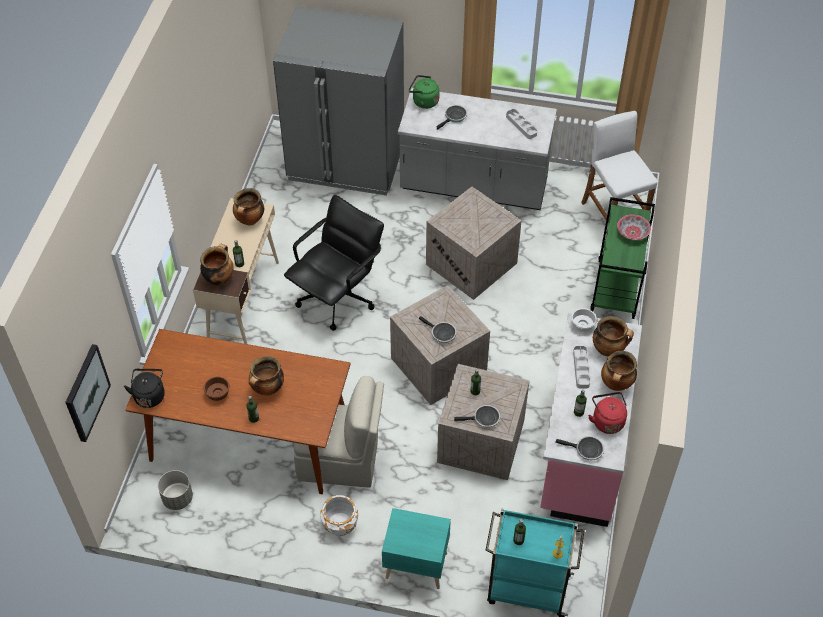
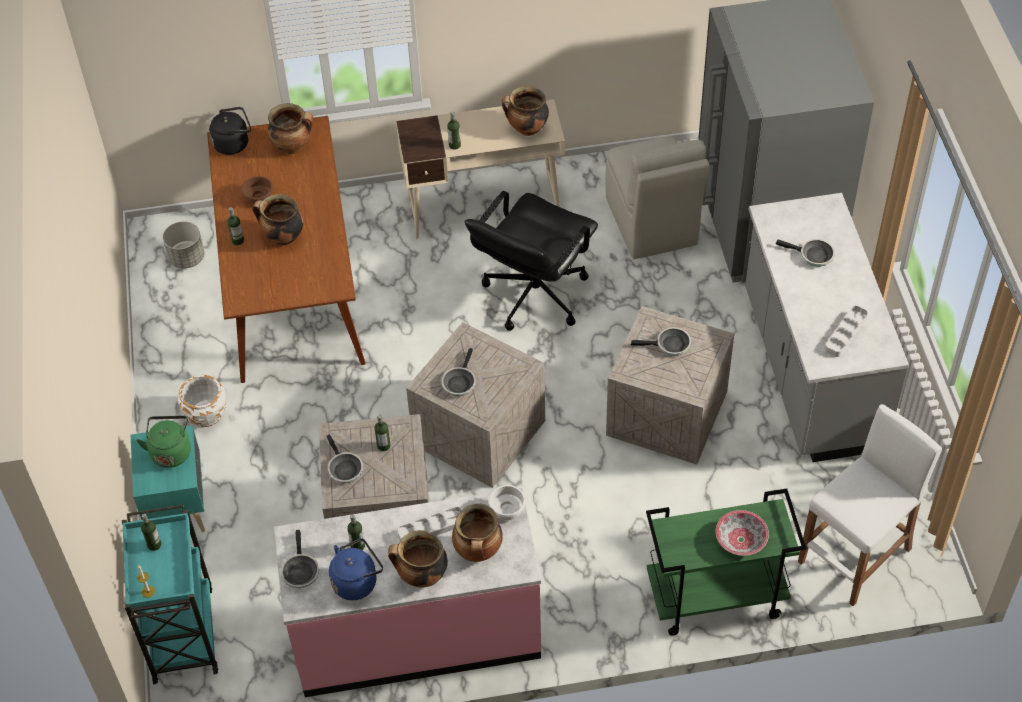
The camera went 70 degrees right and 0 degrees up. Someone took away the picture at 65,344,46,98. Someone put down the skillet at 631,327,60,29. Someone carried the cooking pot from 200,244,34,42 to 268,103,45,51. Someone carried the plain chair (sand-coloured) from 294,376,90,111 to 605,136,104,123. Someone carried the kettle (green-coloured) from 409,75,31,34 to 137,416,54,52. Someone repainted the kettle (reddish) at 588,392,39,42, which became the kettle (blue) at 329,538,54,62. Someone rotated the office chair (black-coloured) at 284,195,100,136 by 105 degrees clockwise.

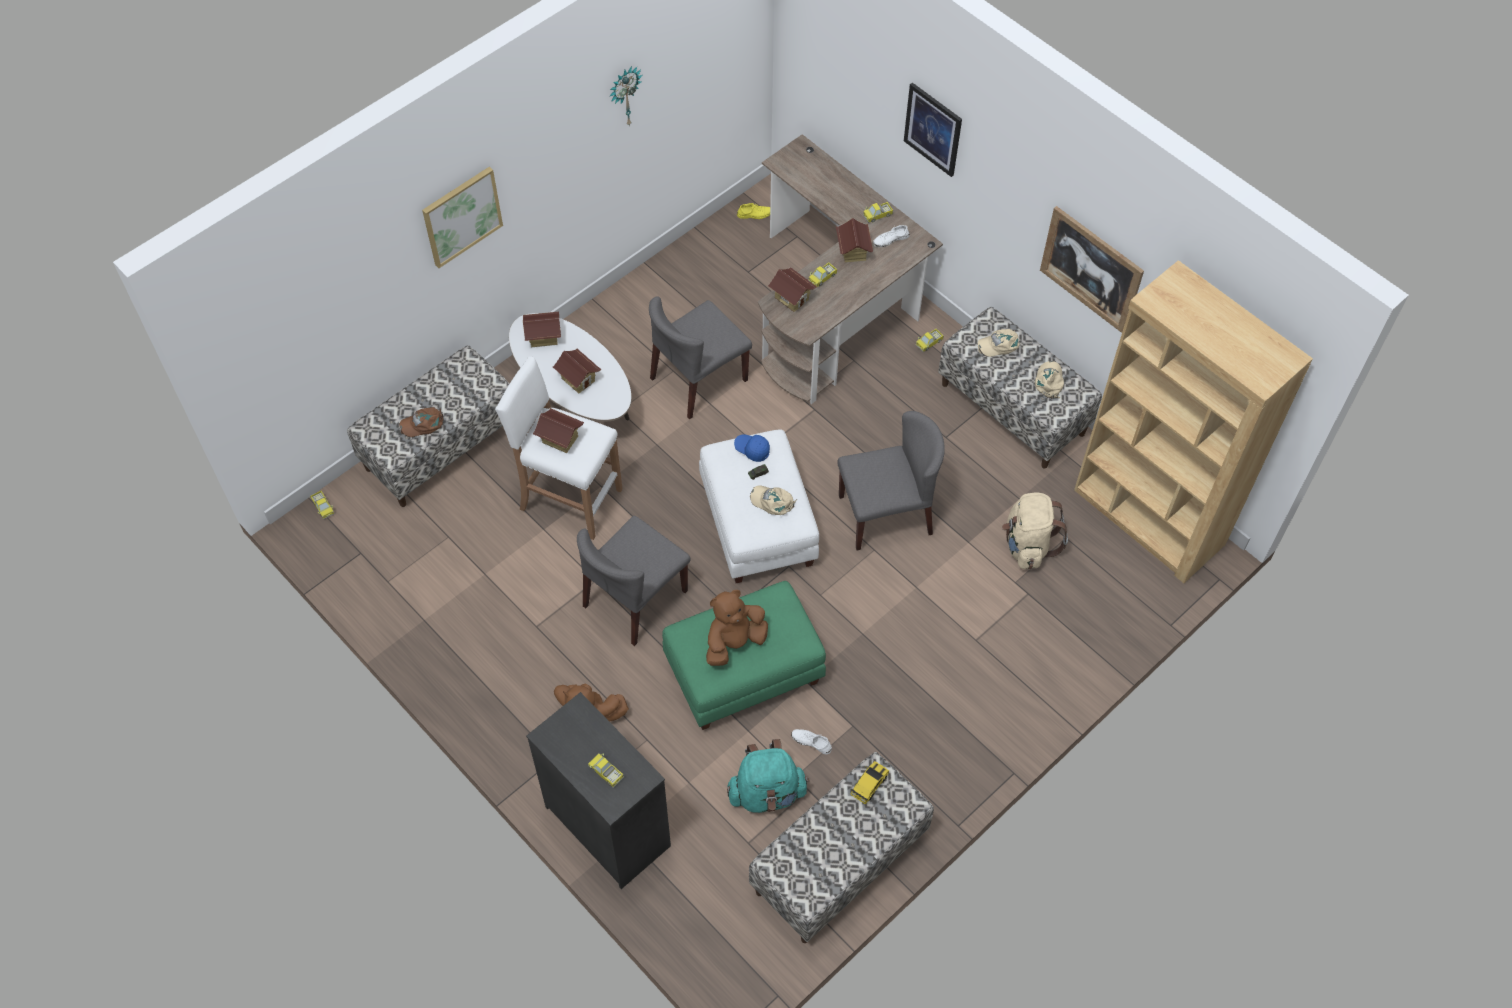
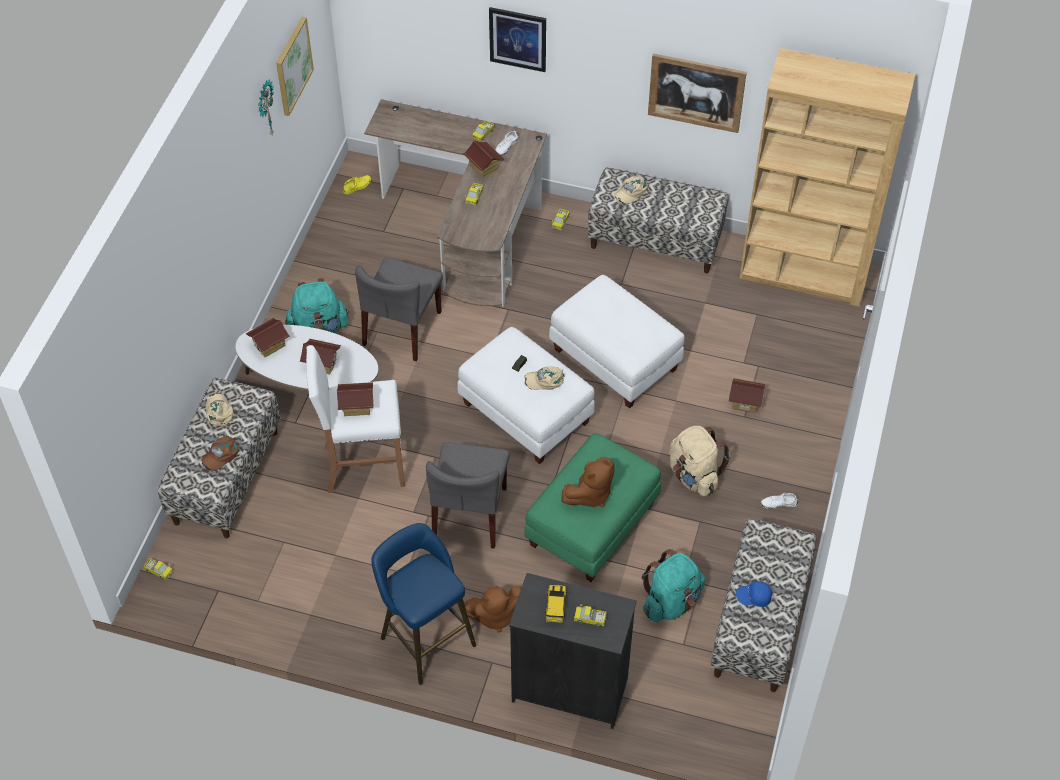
The camera went 30 degrees left and 5 degrees down. Someone put down the backpack (turquoise-coloured) at 285,278,65,55. Someone put down the stool (blue) at 371,523,105,162. Someone carried the picture from 422,167,81,101 to 276,17,38,99. Someone carried the baseball cap (blue) from 734,435,36,27 to 736,581,36,26. Someone carried the miniature house from 768,267,49,45 to 729,378,36,35. Someone carried the low shoe (whitish) from 791,729,41,26 to 761,493,37,16. Someone carried the model car from 851,761,38,44 to 546,585,22,38. Someone carried the backpack (sand-coloured) from 1002,492,66,77 to 669,426,61,70. Someone carried the baseball cap (sand-coloured) from 1035,361,29,38 to 205,393,30,34. Someone swapped the plain chair (grey) at 837,411,108,139 for the pouffe (whitish) at 549,275,136,133. Someone rotated the cuddly toy (brown-coloured) at 706,590,62,76 by 150 degrees counterclockwise.

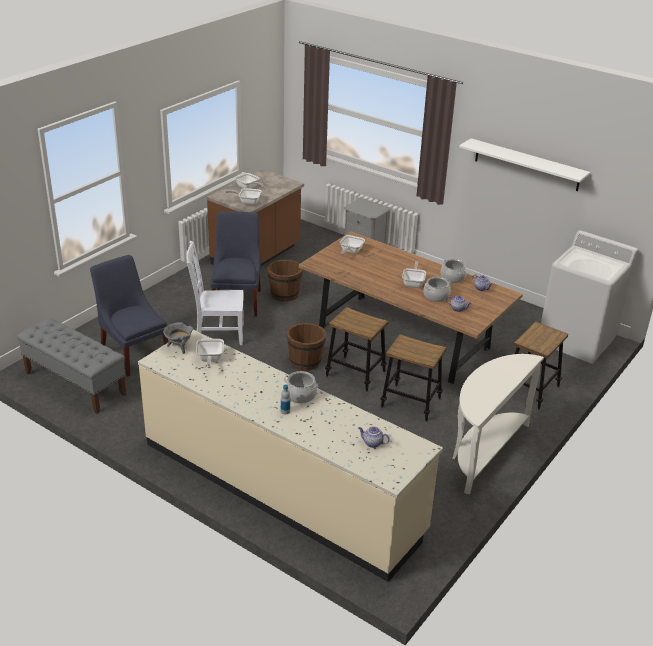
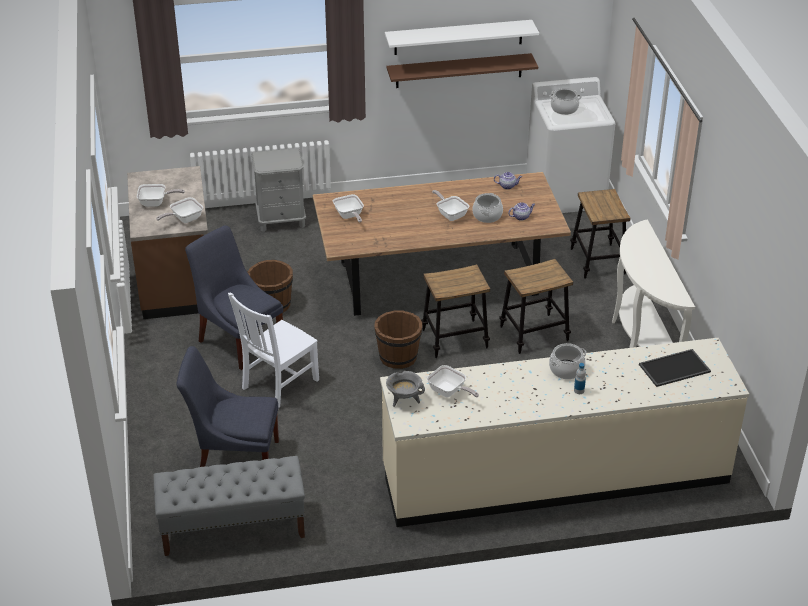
The camera went 45 degrees left and 5 degrees up. Someone put up the shelf (brown-coloured) at 386,53,152,35. Someone carried the cooking pot from 441,259,26,24 to 550,88,31,27. Someone swapped the pot for tea at 358,427,32,21 for the carrying tray at 639,349,72,38.

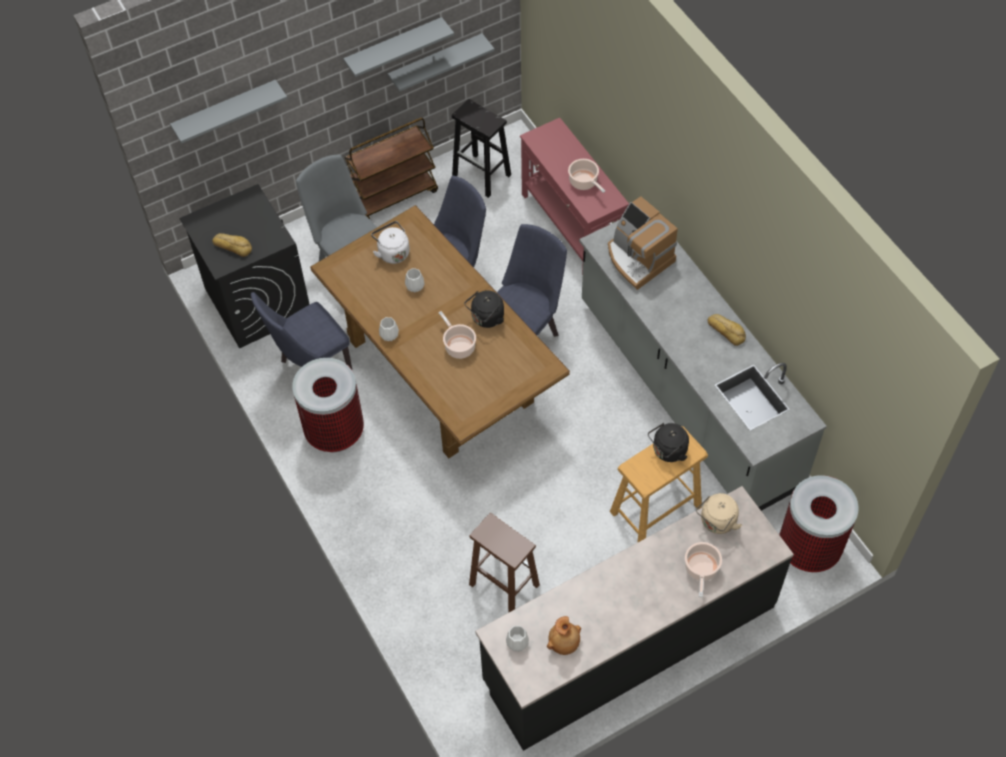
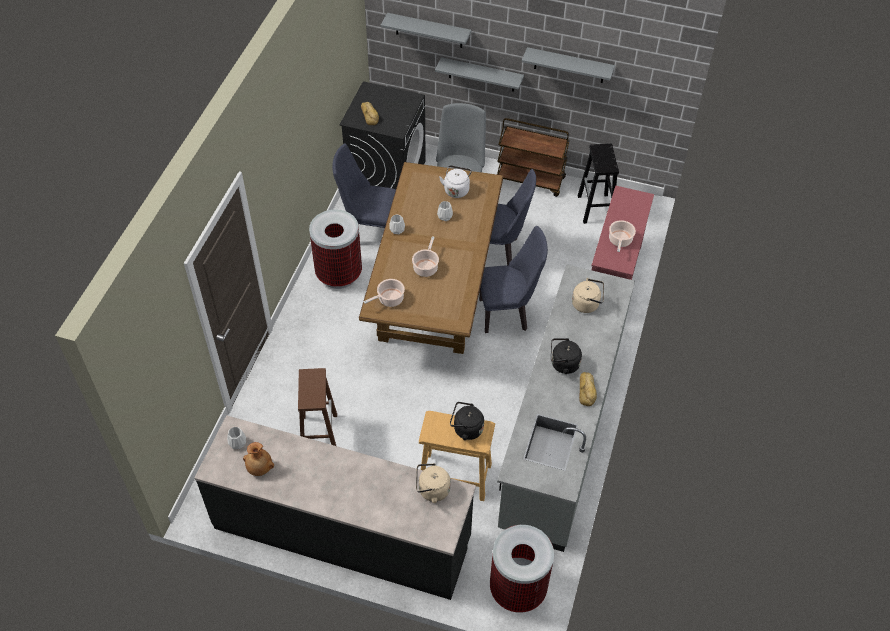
The camera went 45 degrees right and 5 degrees down. Someone carried the shelf (grey) from 388,33,107,58 to 435,57,89,35. Someone carried the kettle (black-coloured) from 464,290,40,38 to 551,338,31,36. Someone carried the cooking pot from 685,542,37,55 to 364,279,41,28. Someone swapped the coffee brewer at 608,196,70,94 for the kettle (sand-coloured) at 572,278,32,35.

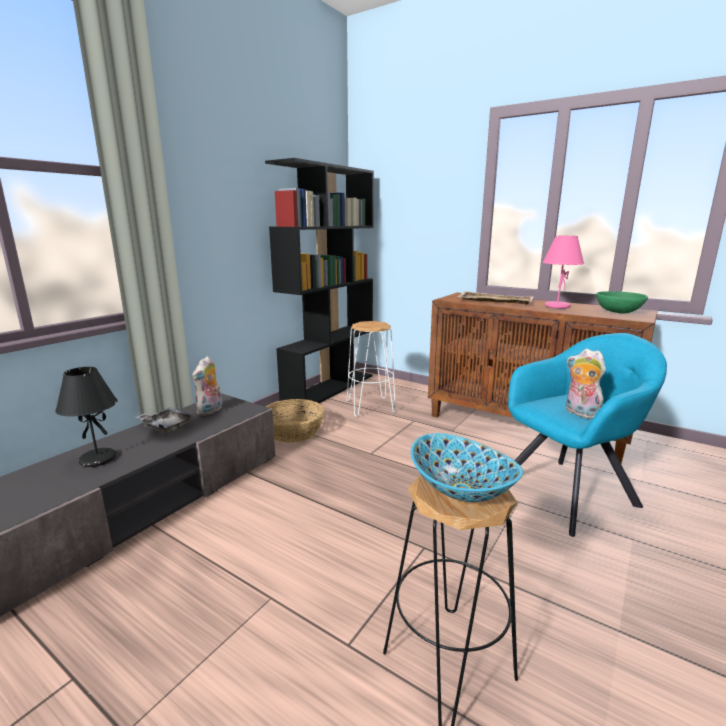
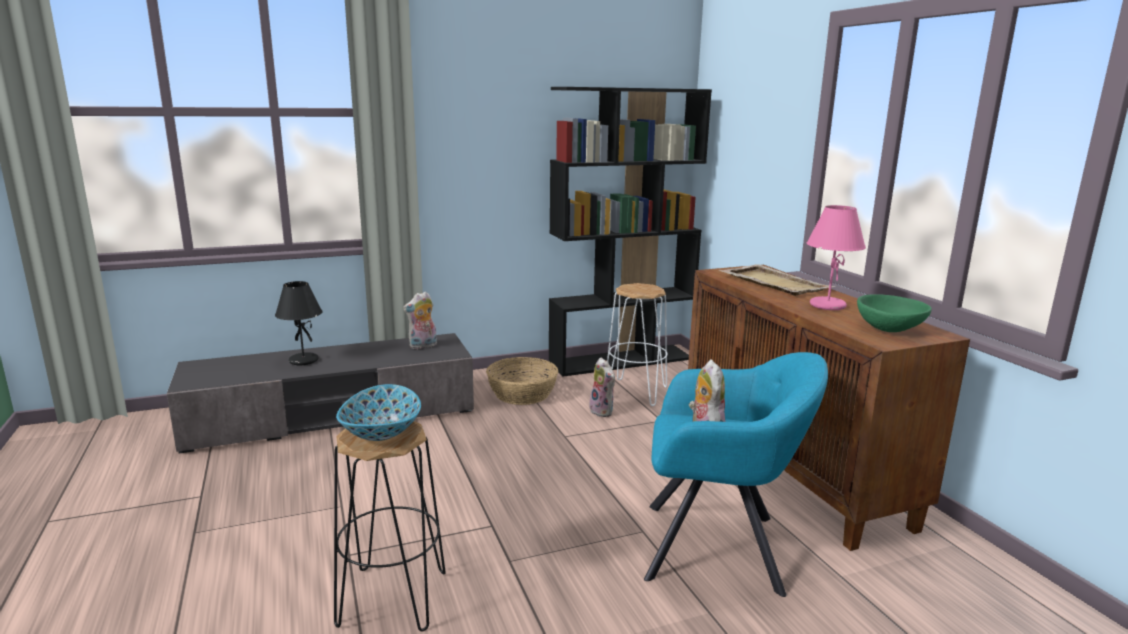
The camera went 35 degrees right and 0 degrees up. Someone took away the carrying tray (grey) at 136,407,59,26. Someone put down the cuddly toy at 587,357,28,60.

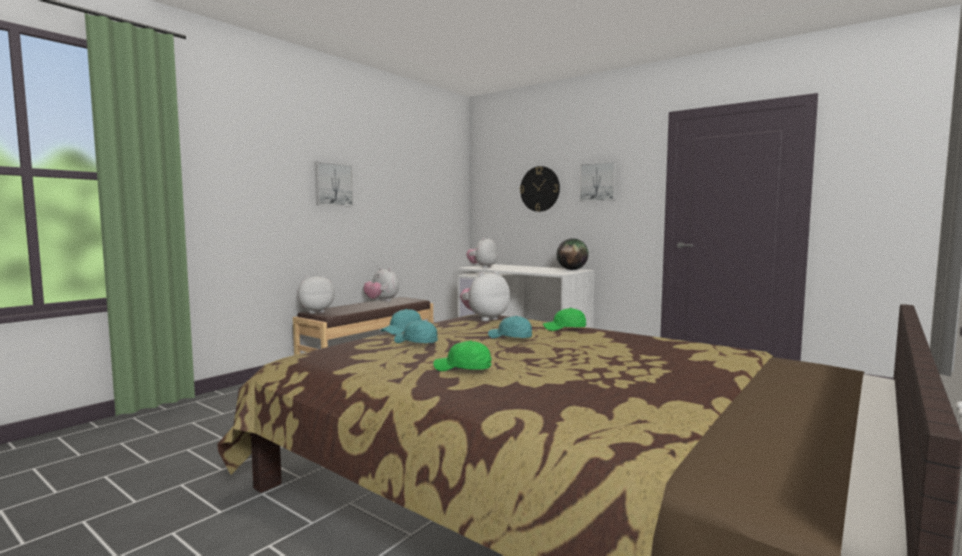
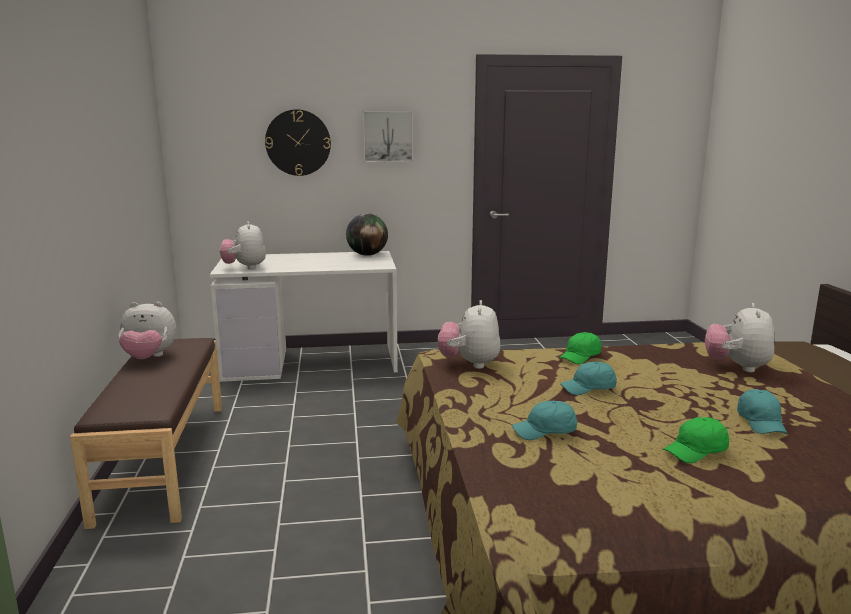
The camera went 45 degrees left and 10 degrees up. Someone took away the picture at 315,161,39,45. Someone carried the cuddly toy from 297,275,38,39 to 705,303,70,70. Someone carried the baseball cap (turquoise-coloured) from 381,309,40,26 to 737,389,50,45.

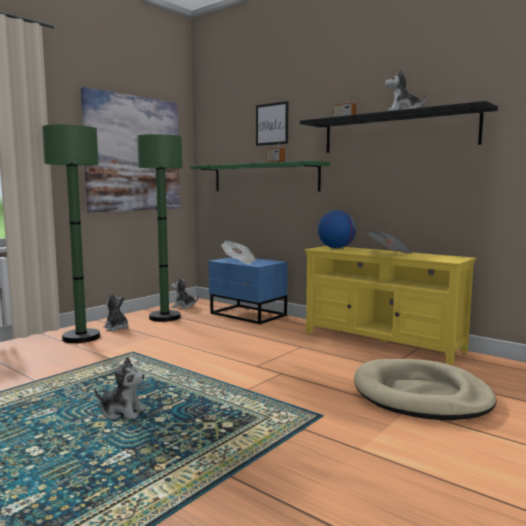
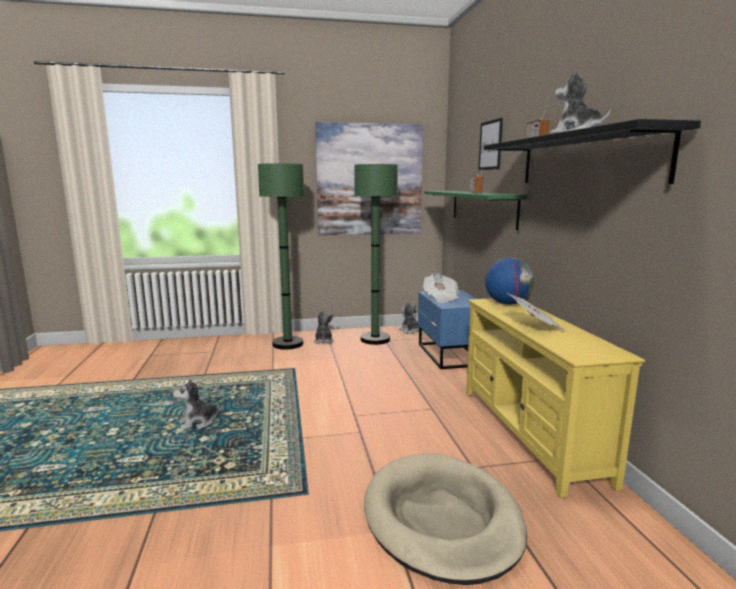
The camera went 40 degrees right and 5 degrees up. Someone rotated the cuddly toy at 94,356,53,63 by 105 degrees clockwise.

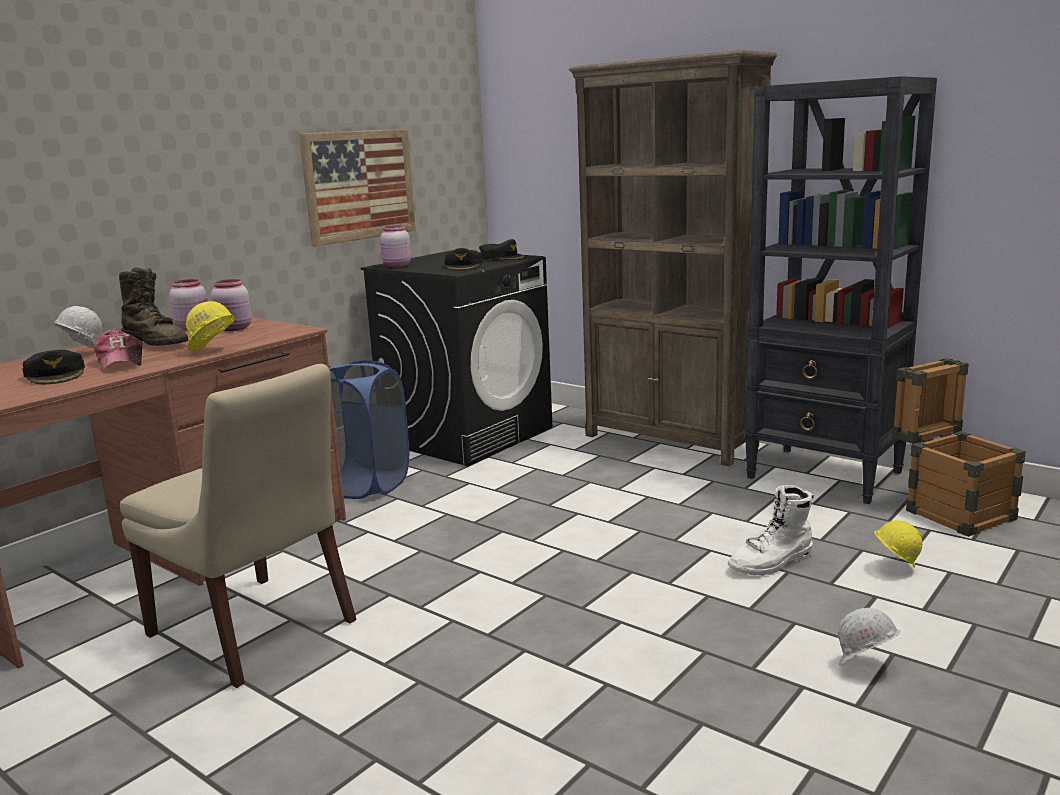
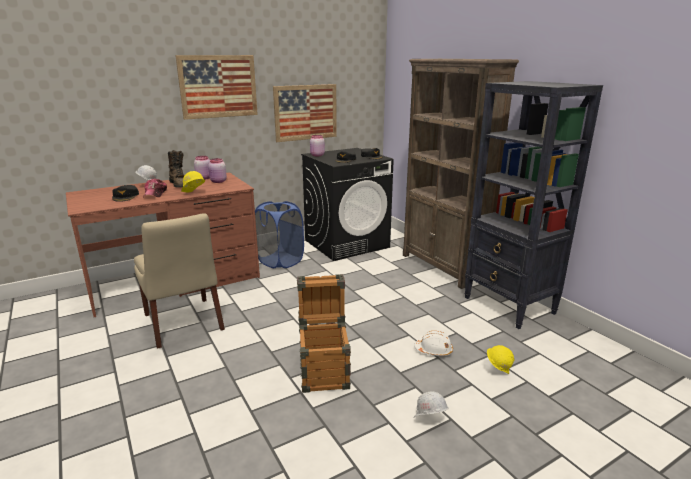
The camera went 20 degrees right and 5 degrees up. Someone put up the picture at 175,55,83,65. Someone carried the shipping crate from 892,358,134,179 to 297,274,54,119. Someone swapped the boot (whitish) at 728,485,85,91 for the hard hat (whitish) at 414,330,39,26.

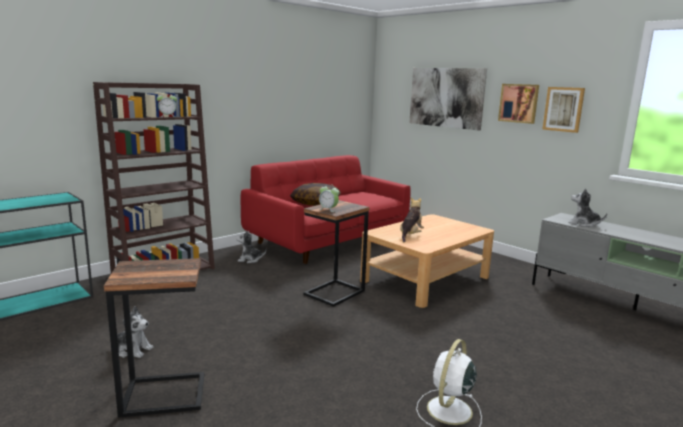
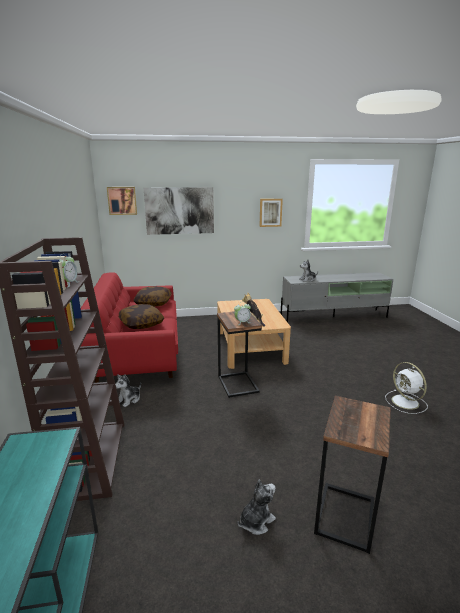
The camera went 55 degrees left and 5 degrees up. Someone put down the throw pillow at 134,286,38,21. Someone carried the picture from 498,84,41,40 to 107,187,30,28.

